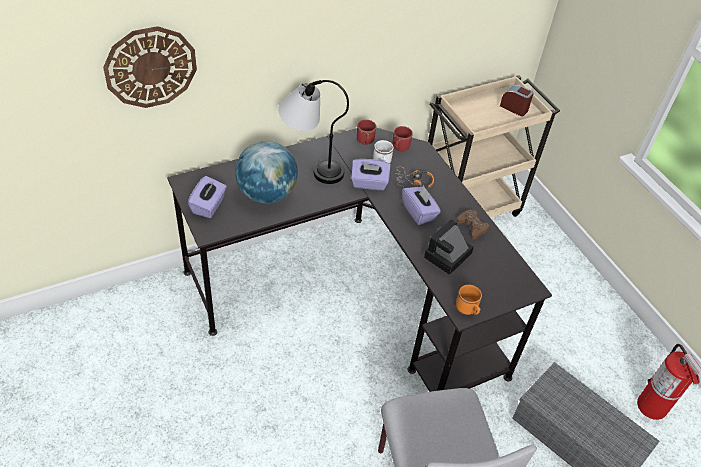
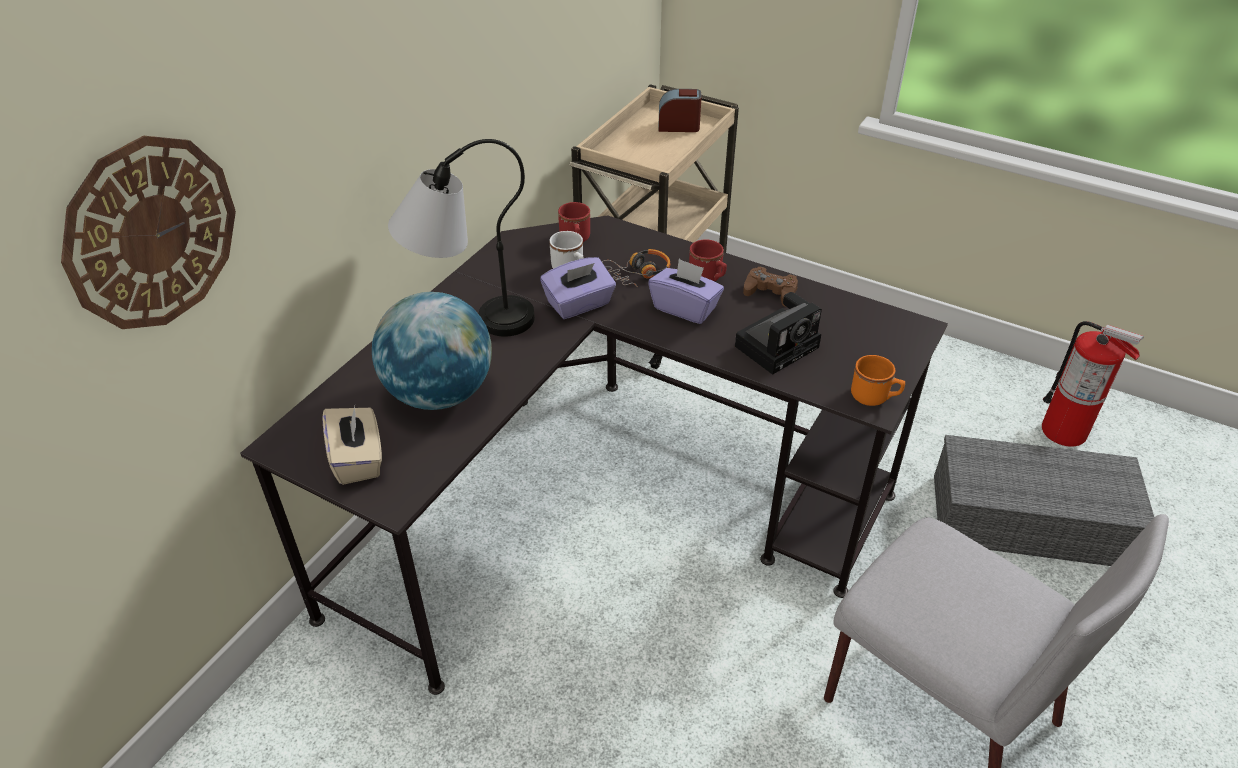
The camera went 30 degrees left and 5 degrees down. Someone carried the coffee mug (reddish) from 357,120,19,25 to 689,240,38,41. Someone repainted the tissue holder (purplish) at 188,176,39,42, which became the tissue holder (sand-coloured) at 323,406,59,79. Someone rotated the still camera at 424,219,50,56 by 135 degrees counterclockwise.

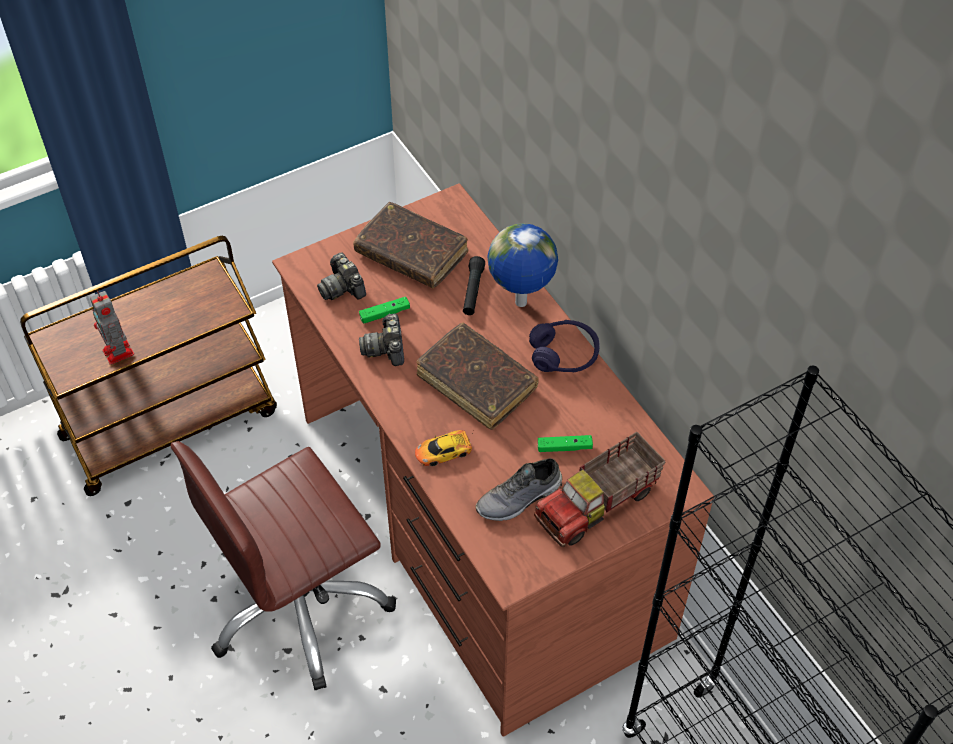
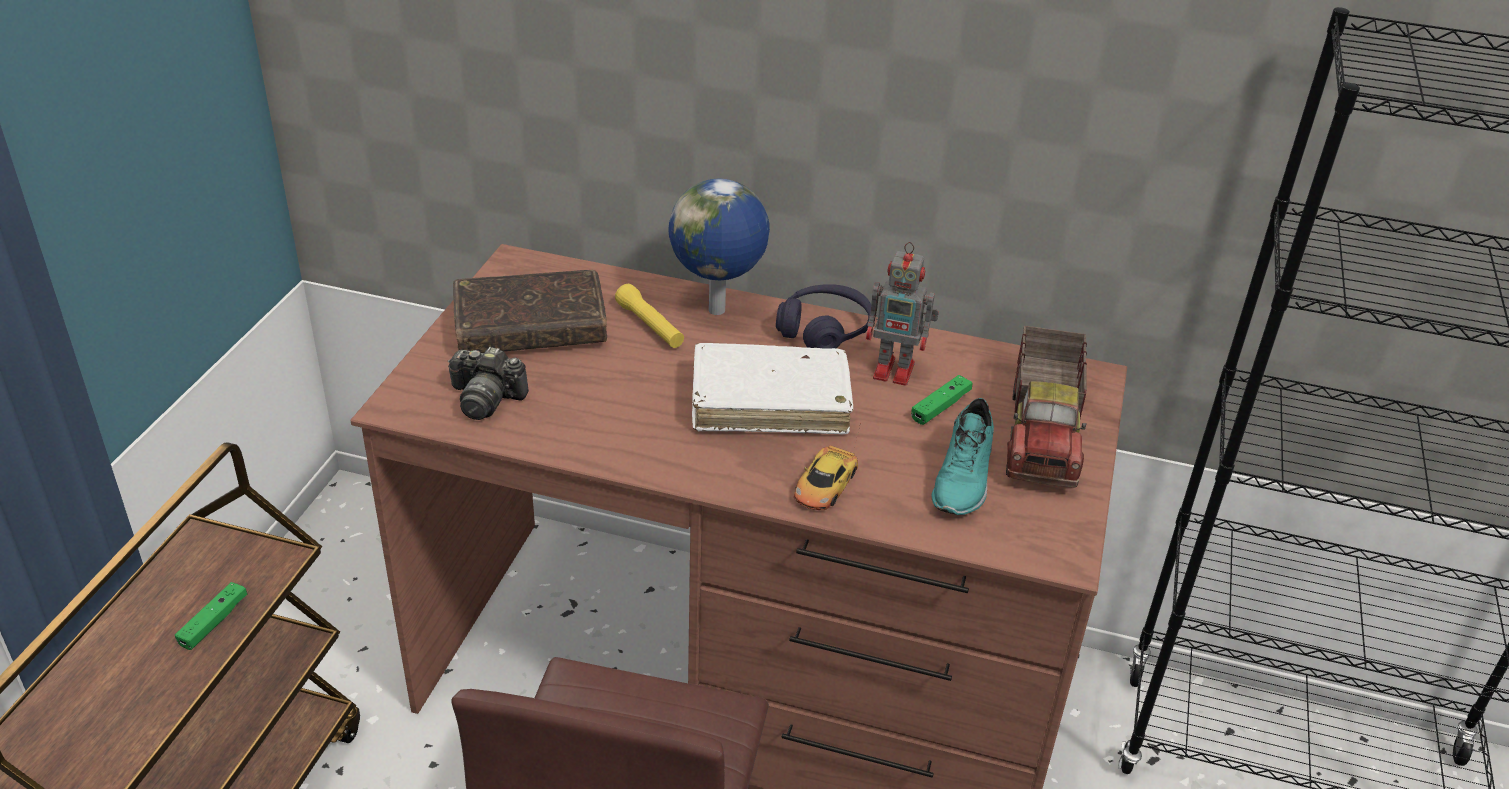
The camera went 45 degrees left and 15 degrees down. Someone took away the still camera at 359,314,45,52. Someone carried the toy robot from 90,291,44,74 to 866,242,73,144. Someone carried the gamepad (green-coloured) from 359,297,51,27 to 175,582,72,68. Someone repainted the volume (brown-coloured) at 417,322,122,108, which became the volume (whitish) at 692,343,161,91. Someone repainted the torch (black-coloured) at 463,256,22,59, which became the torch (yellow-coloured) at 615,284,69,64. Someone repainted the low shoe (grey) at 475,458,87,63, which became the low shoe (turquoise-coloured) at 931,398,63,117.

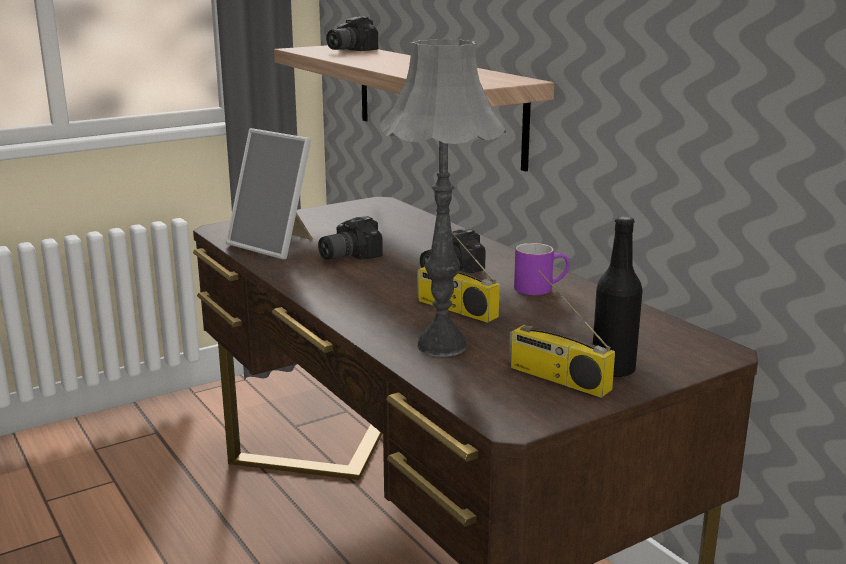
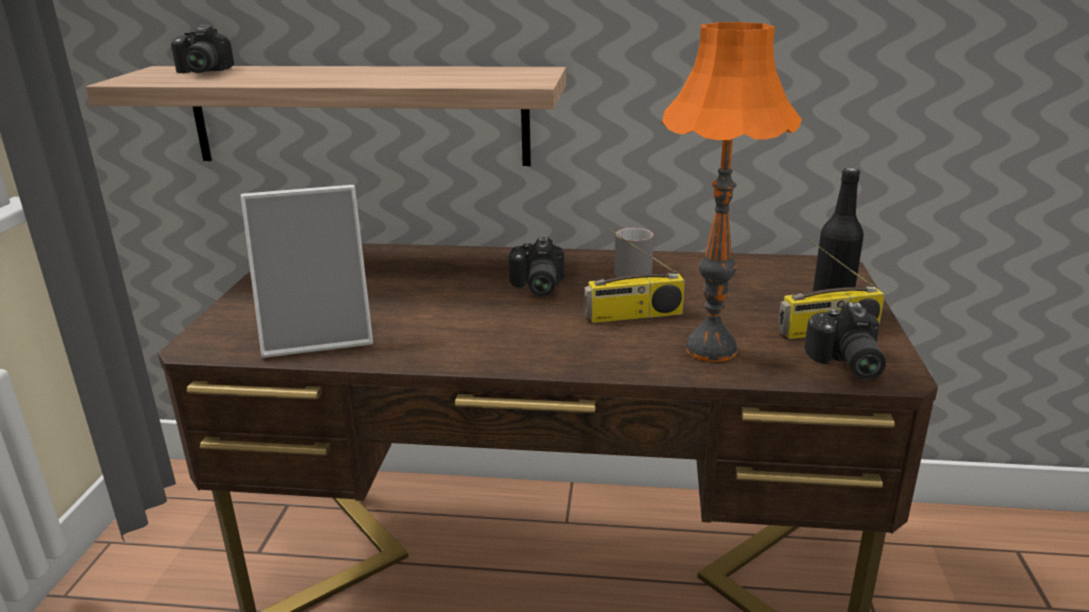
The camera went 50 degrees left and 5 degrees up. Someone carried the still camera from 318,216,65,44 to 805,302,81,78. Someone repainted the table lamp (grey) at 380,39,126,318, which became the table lamp (orange) at 661,22,141,340. Someone repainted the coffee mug (purplish) at 514,243,56,52, which became the coffee mug (grey) at 614,228,41,49.

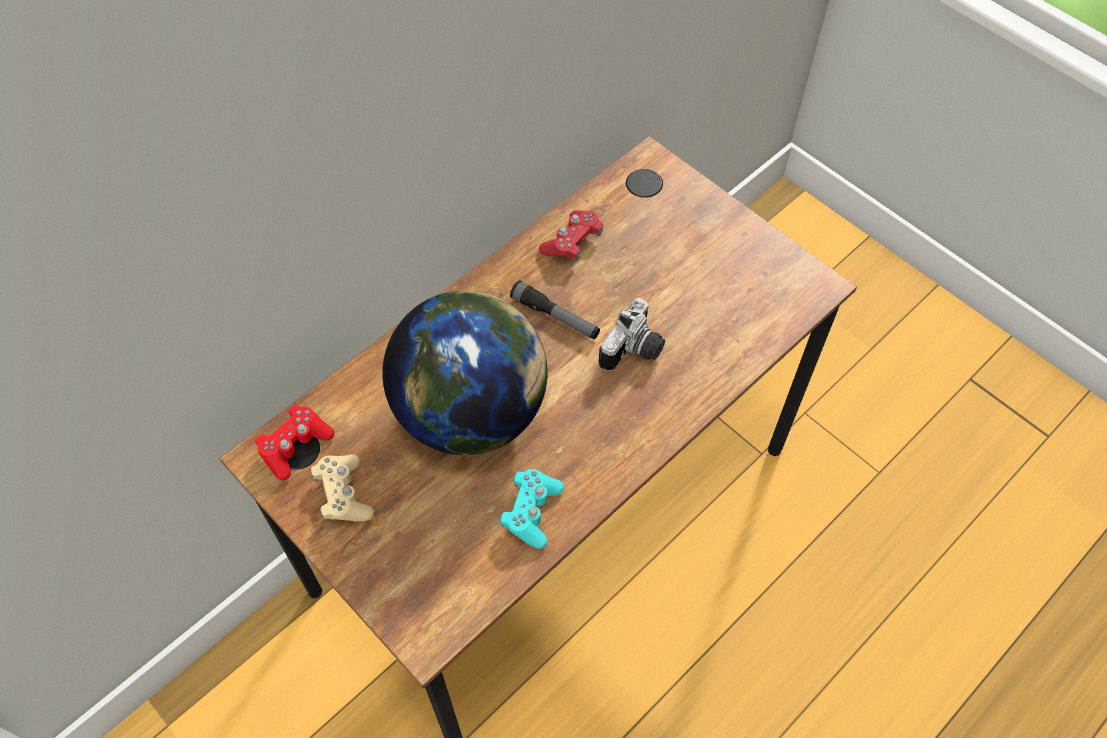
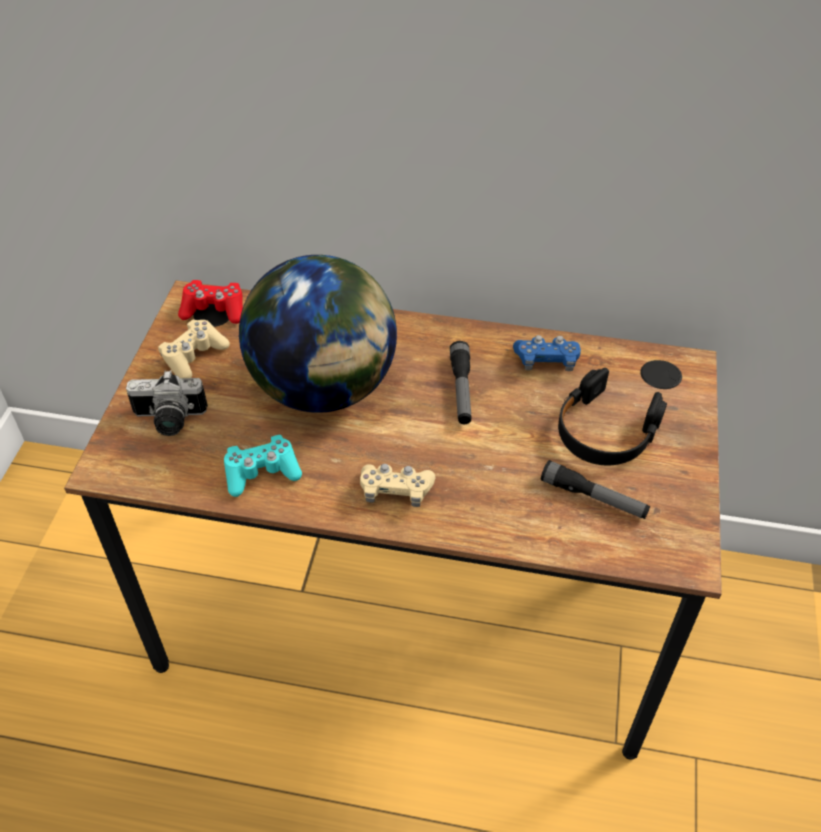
The camera went 55 degrees right and 10 degrees down. Someone put down the gamepad (sand-coloured) at 360,464,75,43. Someone put down the torch at 541,460,109,59. Someone put down the pair of headphones (black-coloured) at 558,368,109,97. Someone carried the still camera from 599,298,66,74 to 126,370,82,66. Someone repainted the gamepad (reddish) at 539,210,64,52, which became the gamepad (blue) at 513,335,68,36.

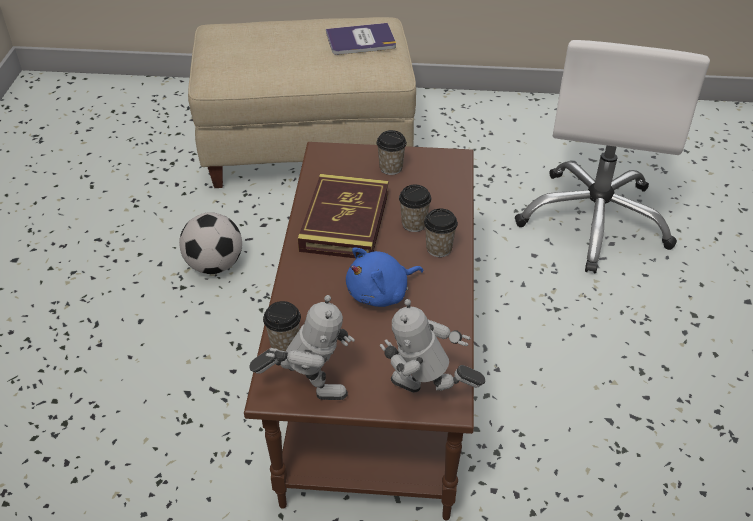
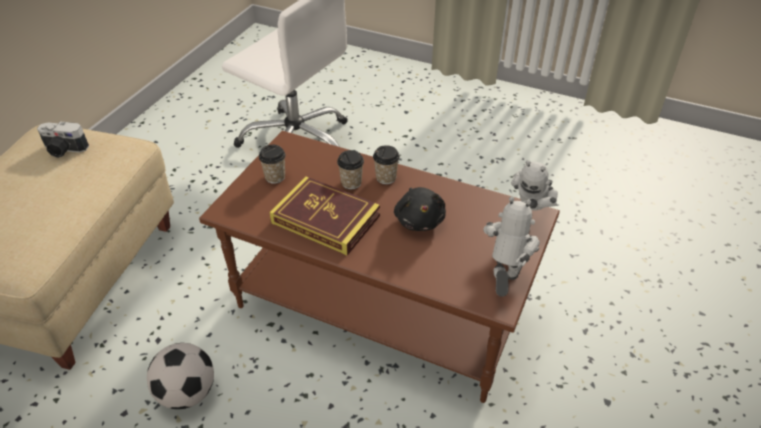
The camera went 70 degrees left and 0 degrees up. Someone took away the small cup at 263,301,38,50. Someone swapped the volume at 326,23,70,32 for the still camera at 37,121,52,37. Someone repainted the cuddly toy (blue) at 346,248,77,59, which became the cuddly toy (black-coloured) at 394,187,52,44.

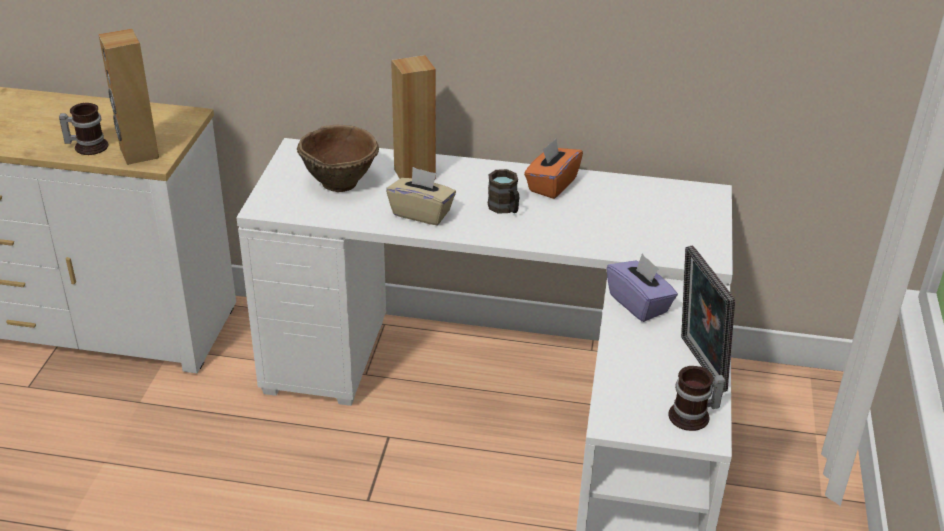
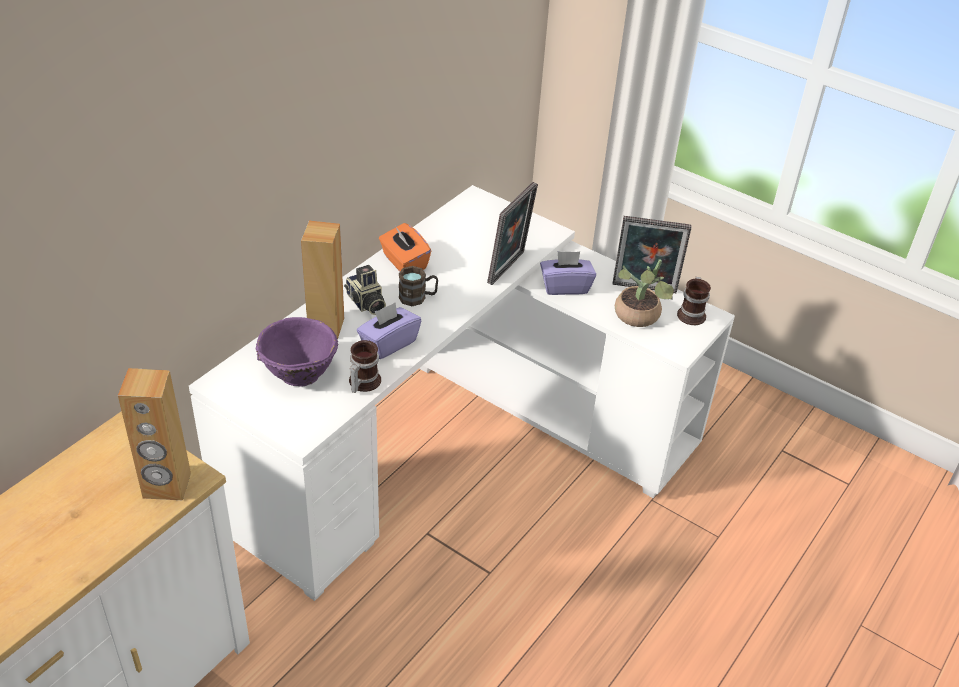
The camera went 65 degrees left and 5 degrees up. Someone put down the still camera at 344,265,42,50. Someone put down the picture frame at 487,182,51,103. Someone put down the potted plant at 615,259,59,68. Someone carried the coffee mug from 59,103,49,52 to 349,340,32,53. Someone repainted the serving bowl (brown-coloured) at 297,125,82,67, which became the serving bowl (purplish) at 256,317,82,70. Someone repainted the tissue holder (sand-coloured) at 386,167,70,58, which became the tissue holder (purplish) at 357,302,64,57.

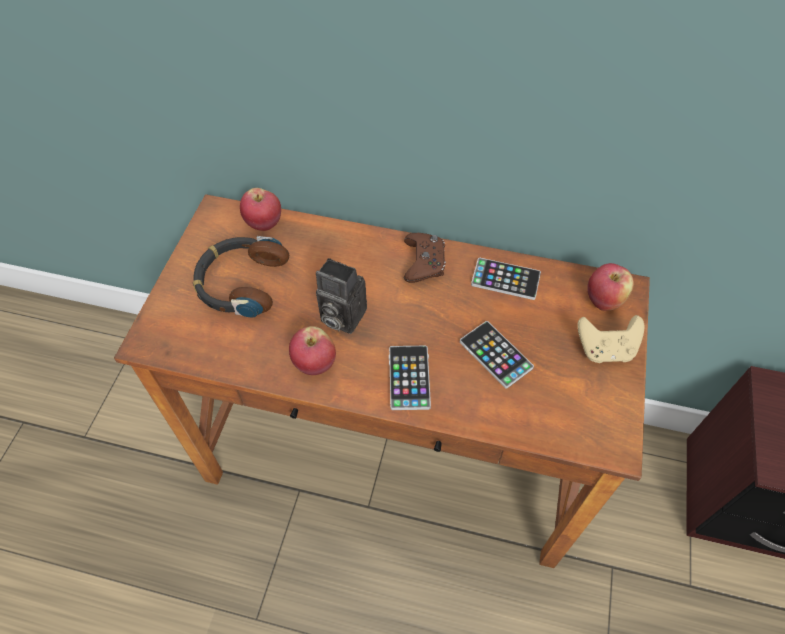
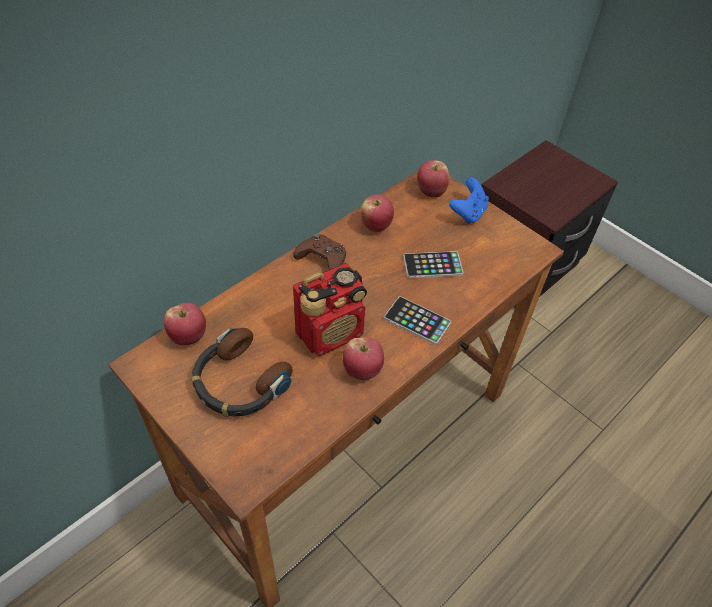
The camera went 60 degrees left and 5 degrees down. Someone swapped the still camera at 316,258,51,76 for the radio set at 293,263,74,93. Someone swapped the phone at 471,258,70,42 for the apple at 360,194,34,38. Someone repainted the gamepad (sand-coloured) at 578,315,66,48, which became the gamepad (blue) at 449,177,40,47.

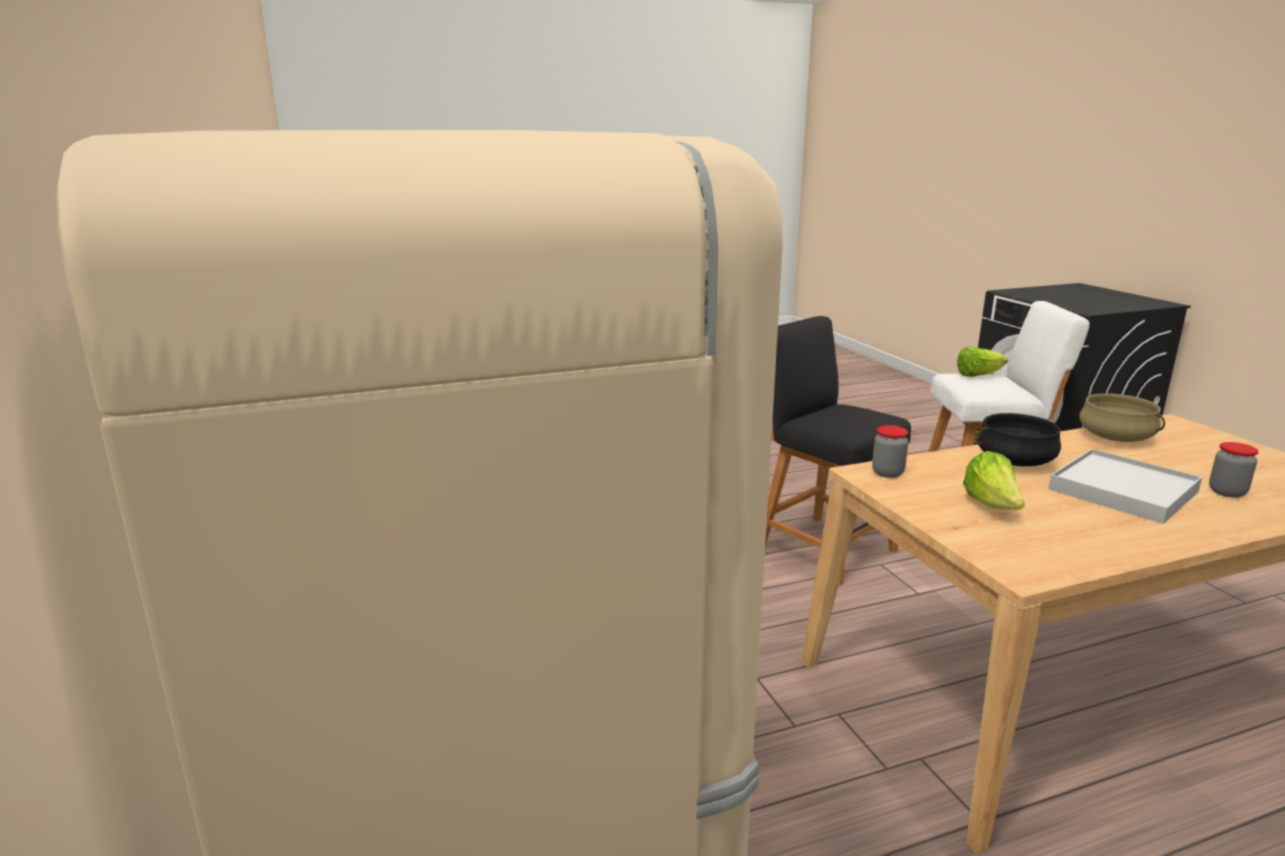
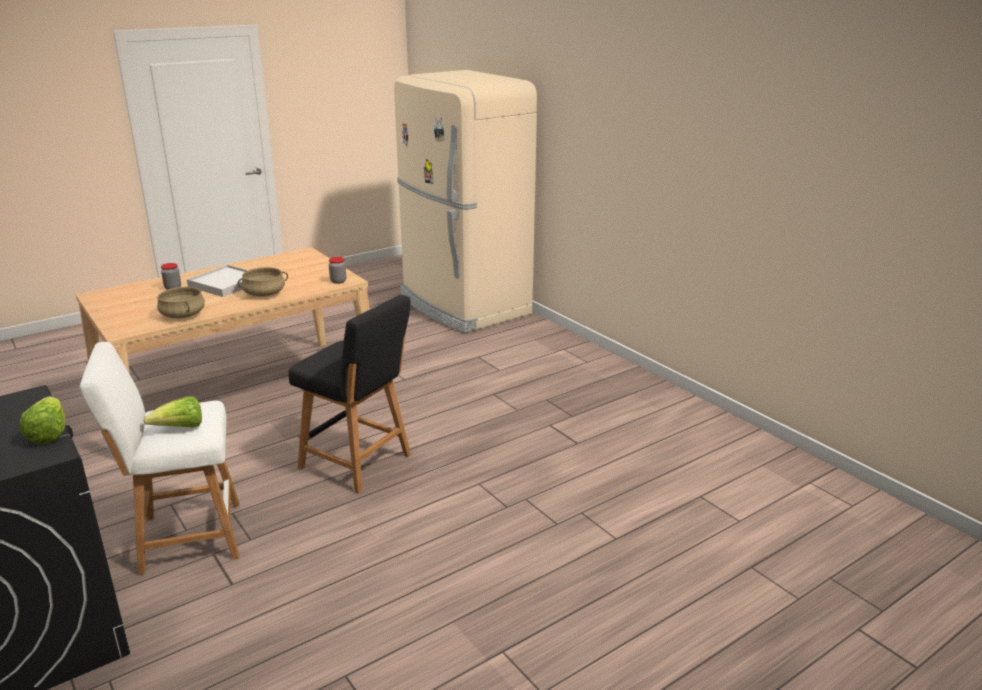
The camera went 165 degrees right and 5 degrees up. Someone carried the head of lettuce from 963,451,62,59 to 20,396,45,48. Someone repainted the cooking pot (black-coloured) at 976,413,85,53, which became the cooking pot (sand-coloured) at 238,267,50,30.

